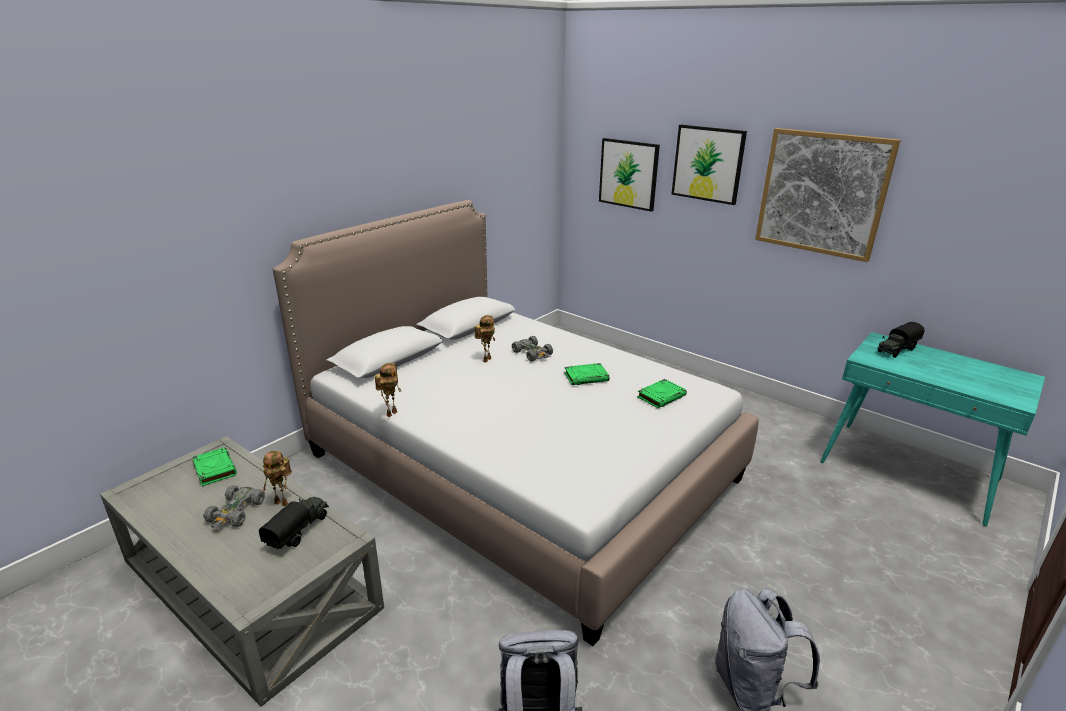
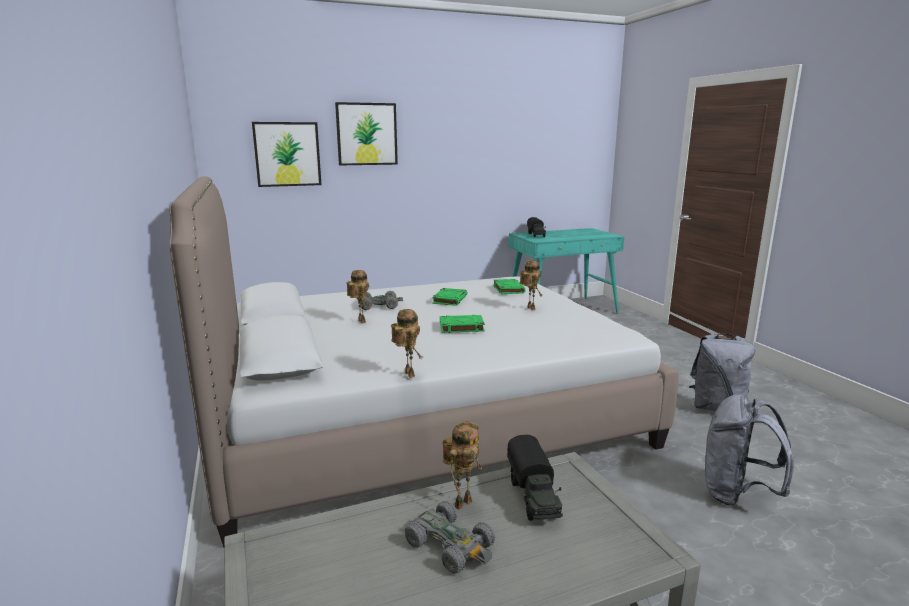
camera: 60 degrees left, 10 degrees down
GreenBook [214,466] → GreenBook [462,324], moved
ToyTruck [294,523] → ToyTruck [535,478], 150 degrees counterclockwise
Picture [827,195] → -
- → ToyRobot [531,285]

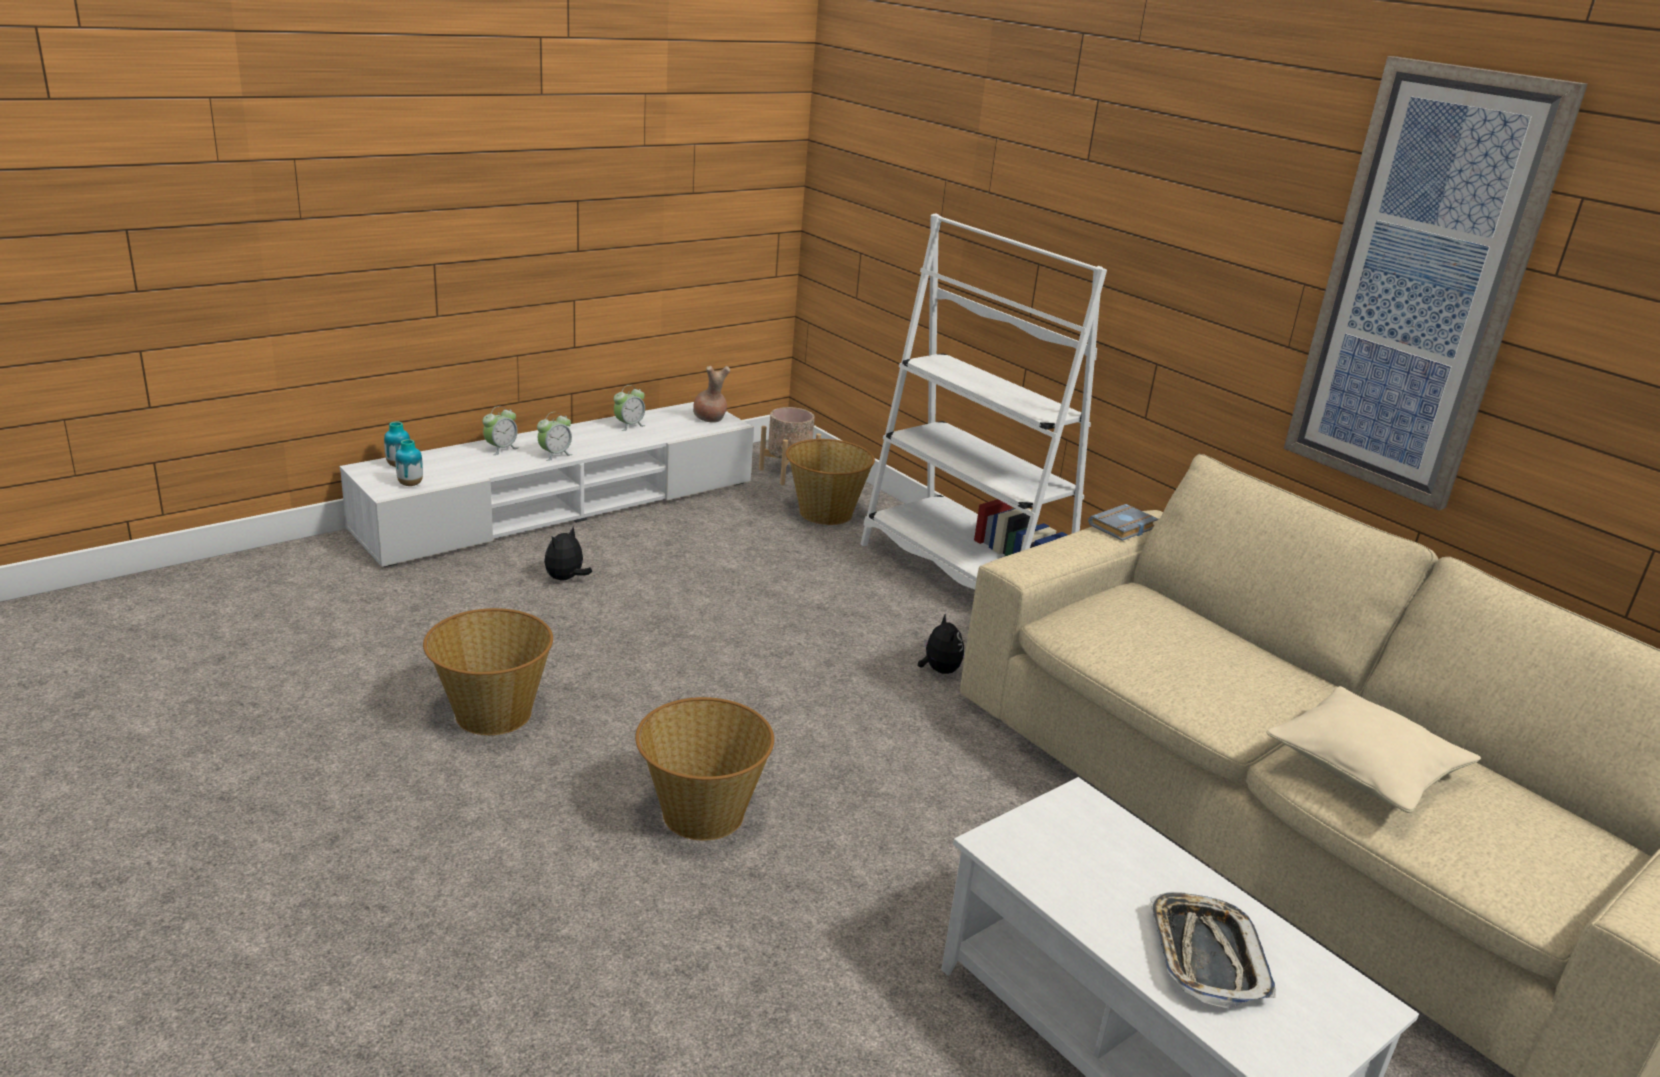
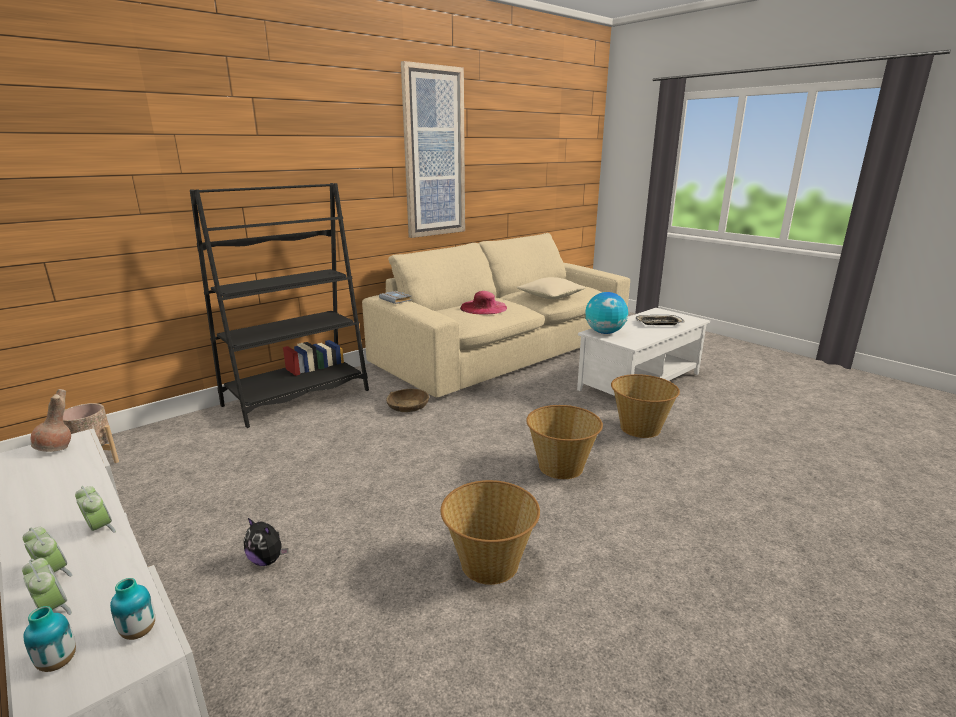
camera: 90 degrees left, 5 degrees down
AlarmClock [630,408] → AlarmClock [47,586], moved
Basket [830,482] → Basket [645,406], moved
WhiteBookcase [984,401] → BlackBookcase [279,305]
PlushToy [941,643] → BrownBowl [407,400]
- → PinkHat [483,303]
- → Globe [606,313]

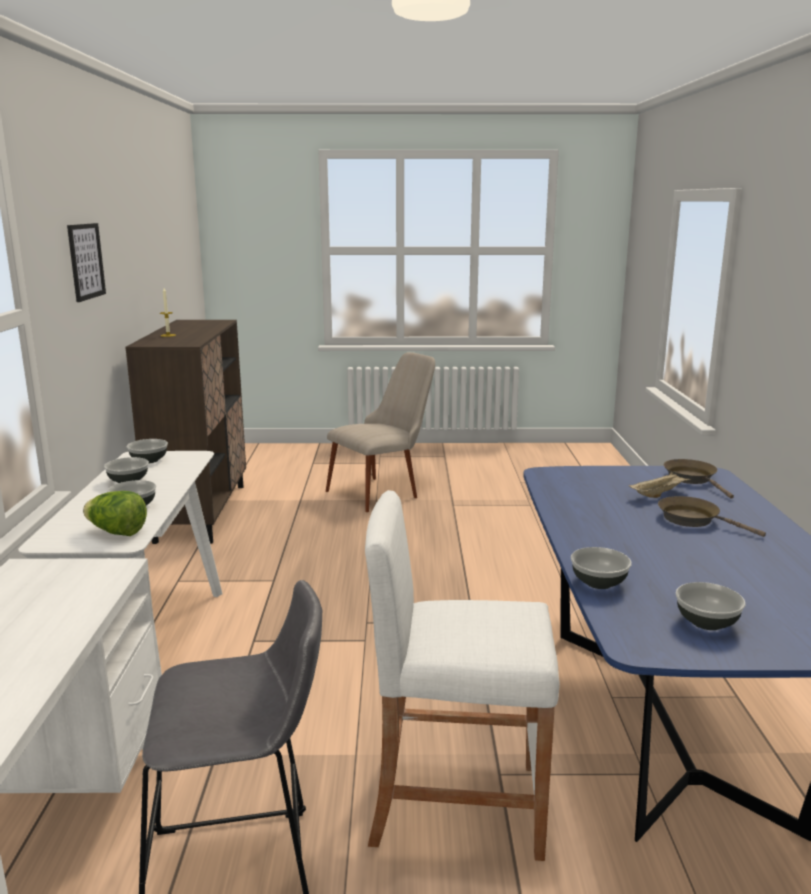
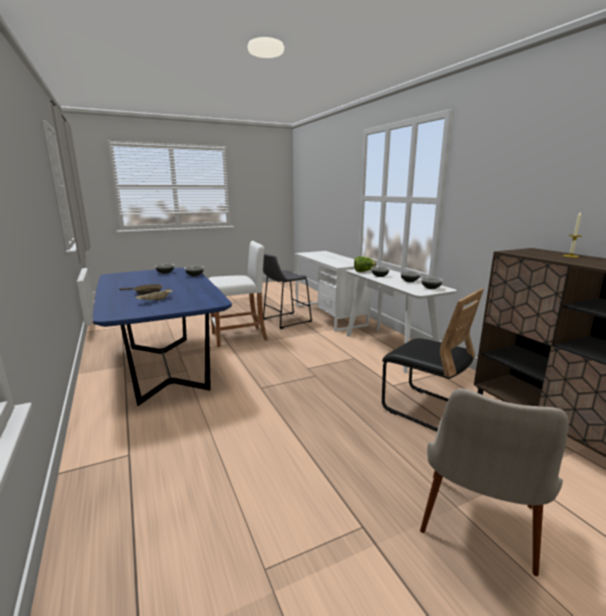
camera: 155 degrees right, 0 degrees up
Picture [86,262] → -
BrownFryingPan [699,479] → -
- → BlackChair [433,360]

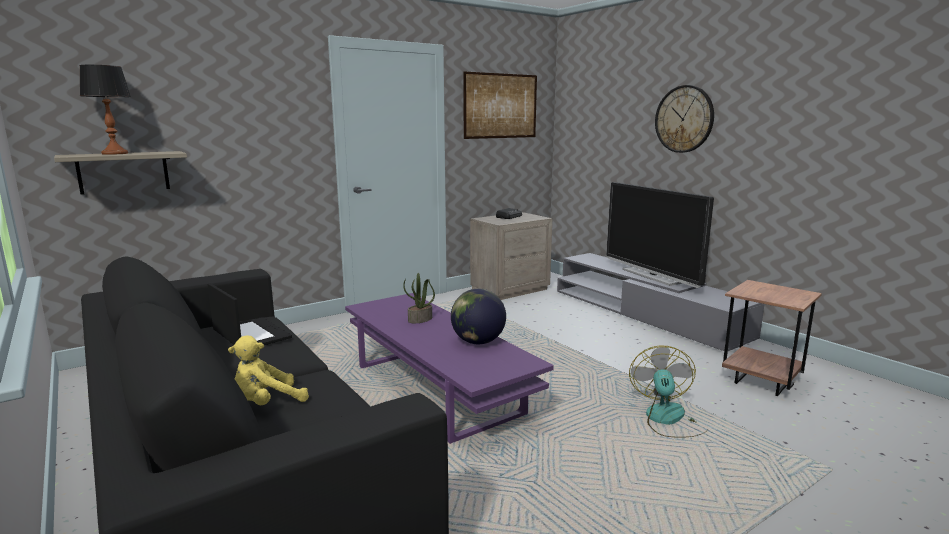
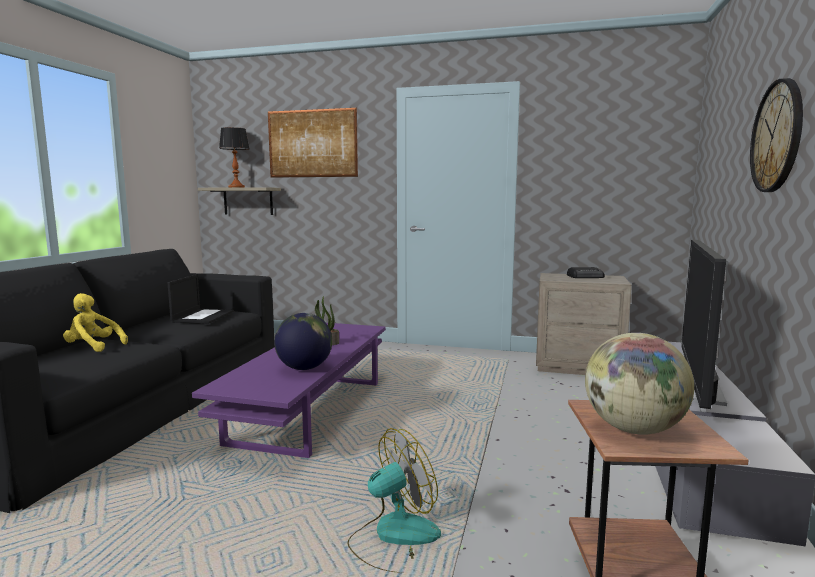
camera: 50 degrees right, 5 degrees down
Picture [500,105] → Picture [313,143], moved
- → Globe [639,384]

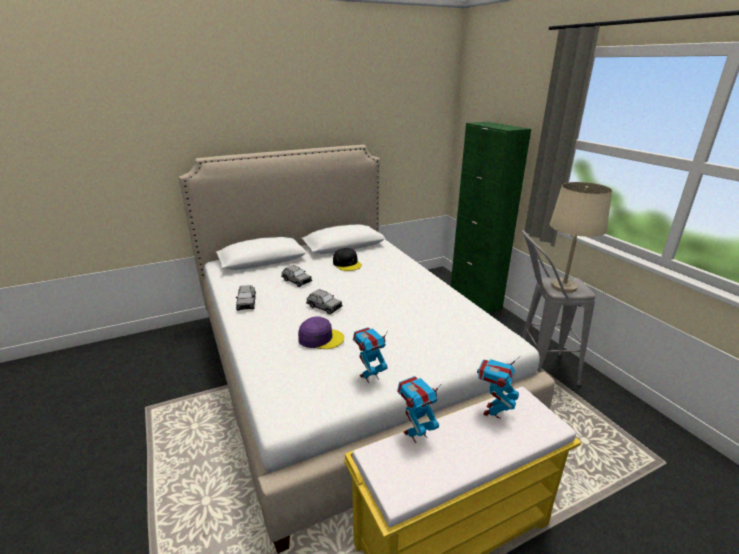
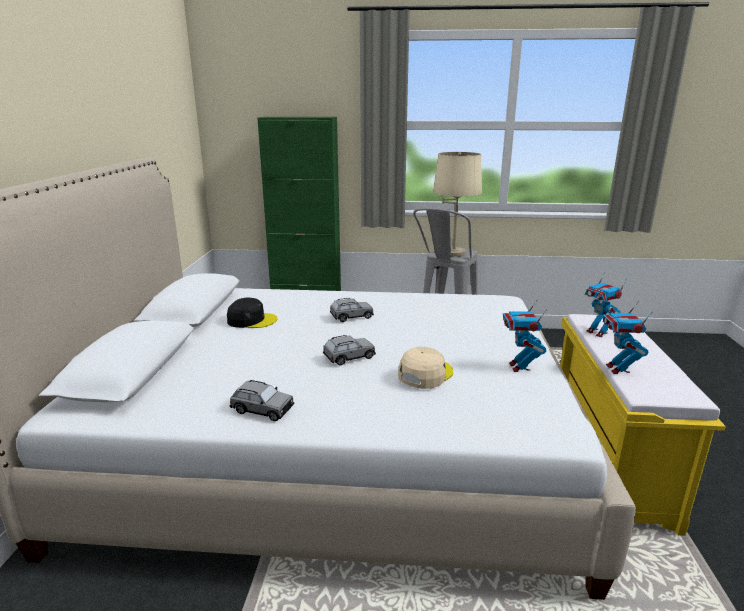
camera: 60 degrees left, 5 degrees down
GreyToyCar [296,276] → GreyToyCar [352,310], moved
PurpleCap [321,332] → BeigeCap [425,368]

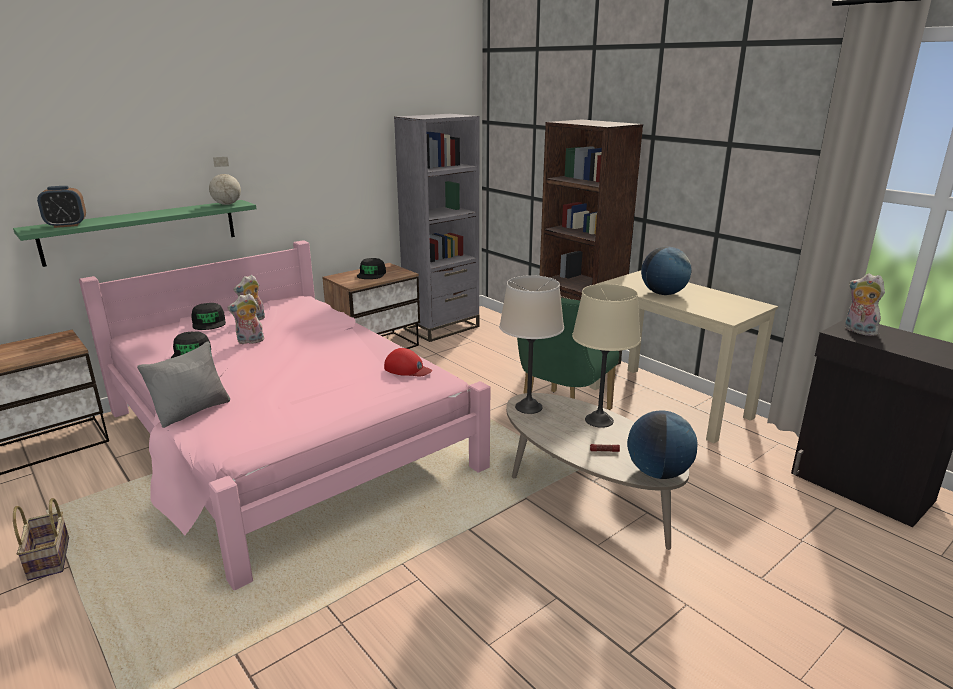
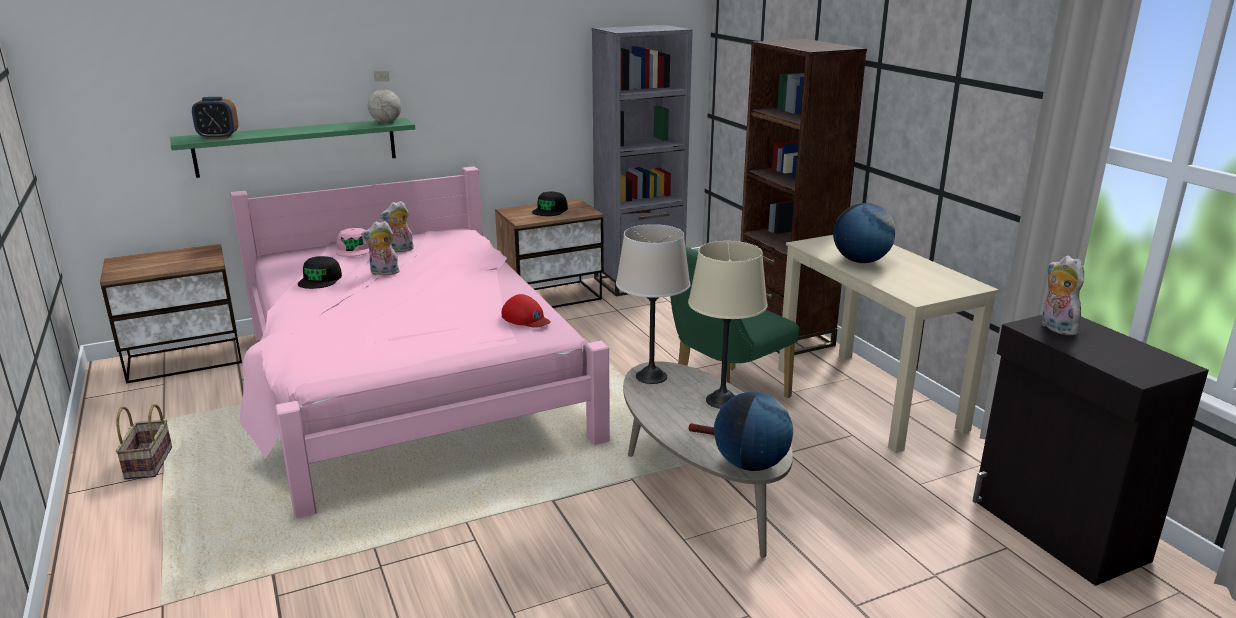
camera: 15 degrees right, 0 degrees up
GreyPillow [183,384] → -
BlackCap [208,316] → PinkCap [352,242]

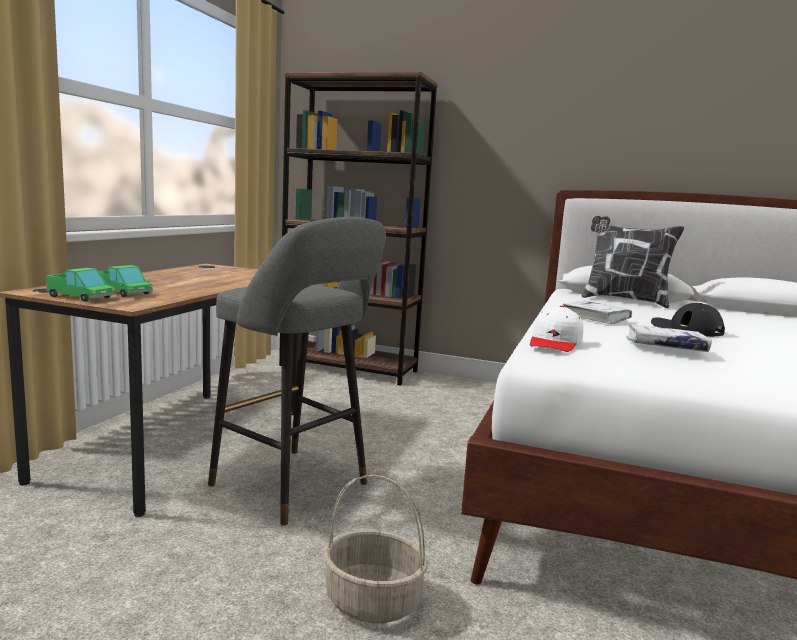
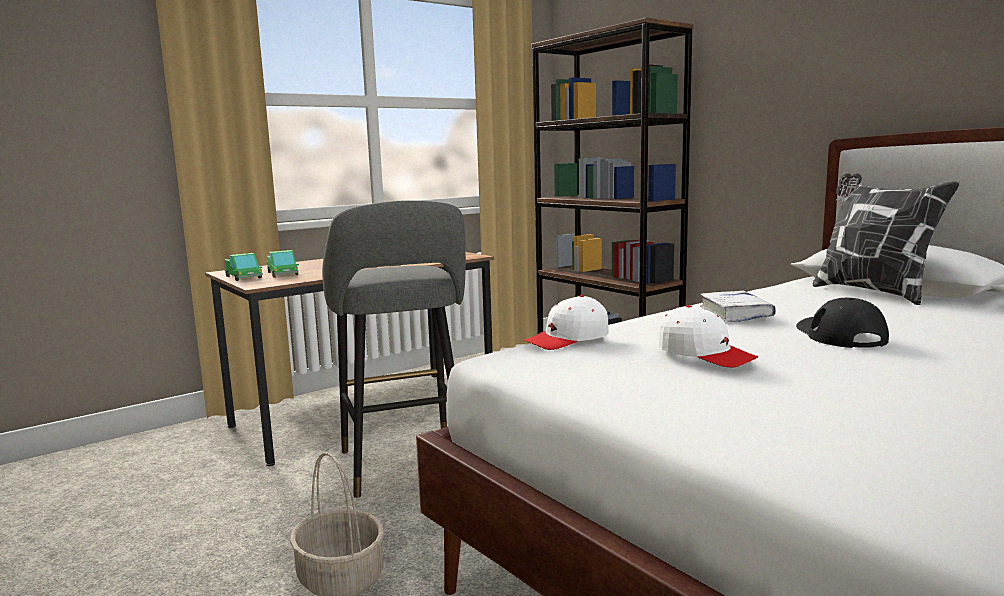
camera: 35 degrees right, 0 degrees up
WhiteBook [669,338] → WhiteCap [708,336]

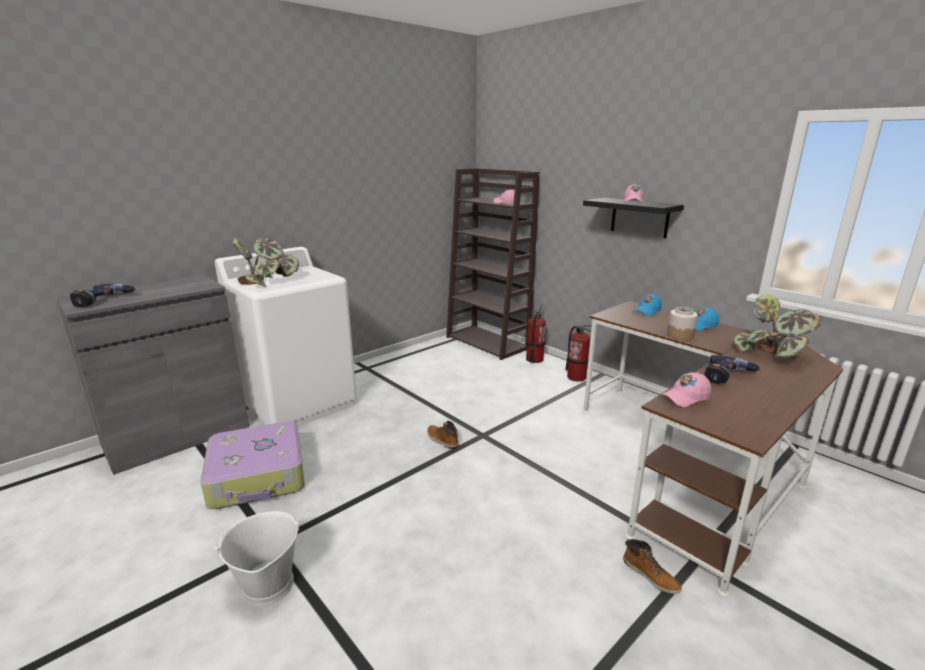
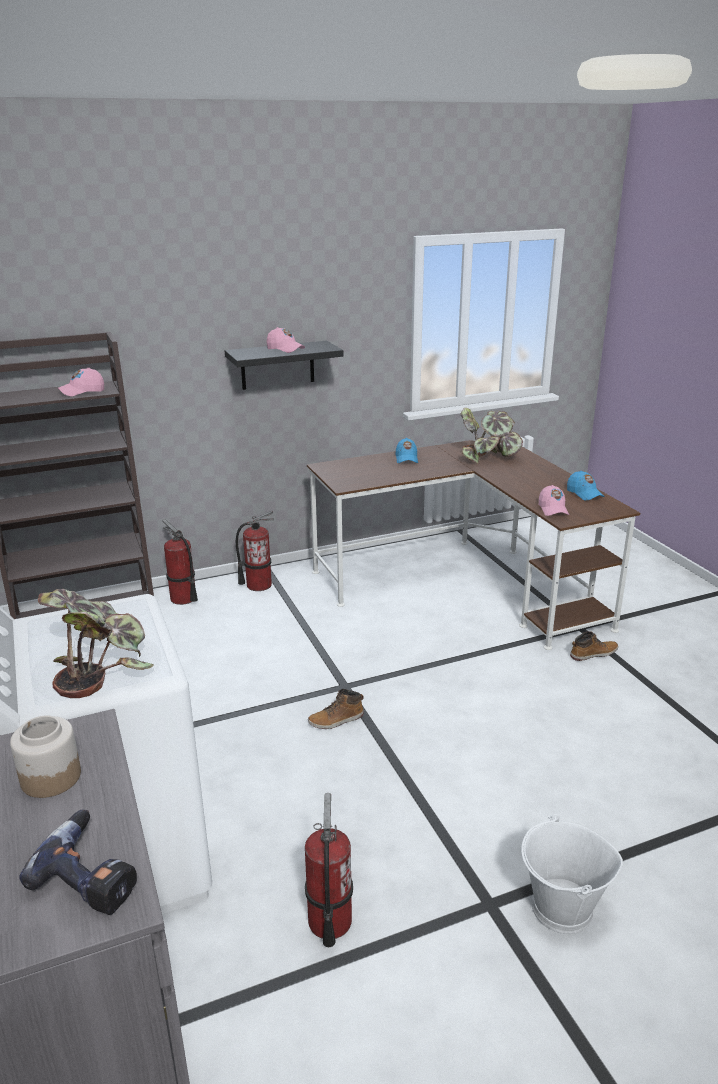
camera: 70 degrees left, 5 degrees up
Suitcase [252,465] → FireExtinguisher [329,870]
BlueCap [647,305] → BlueCap [585,485], moved
Jar [682,323] → Jar [45,756], moved
PowerDrill [732,369] → -

